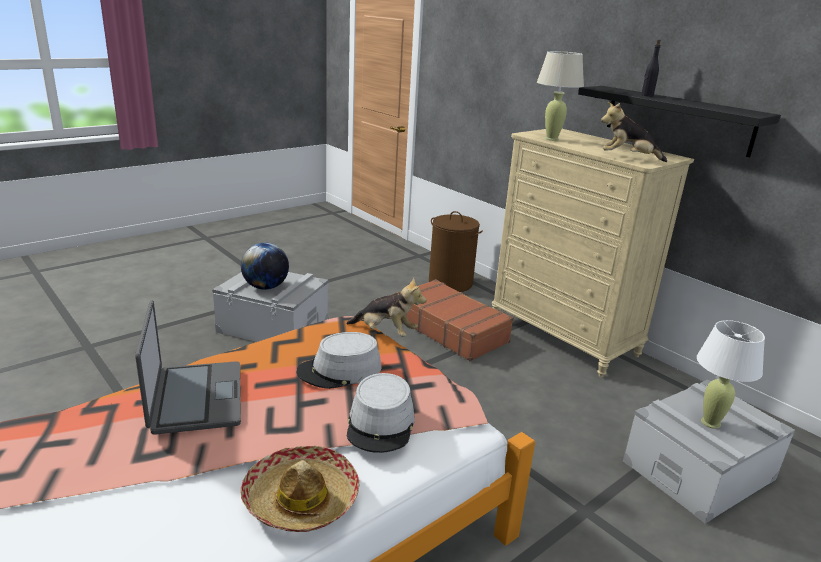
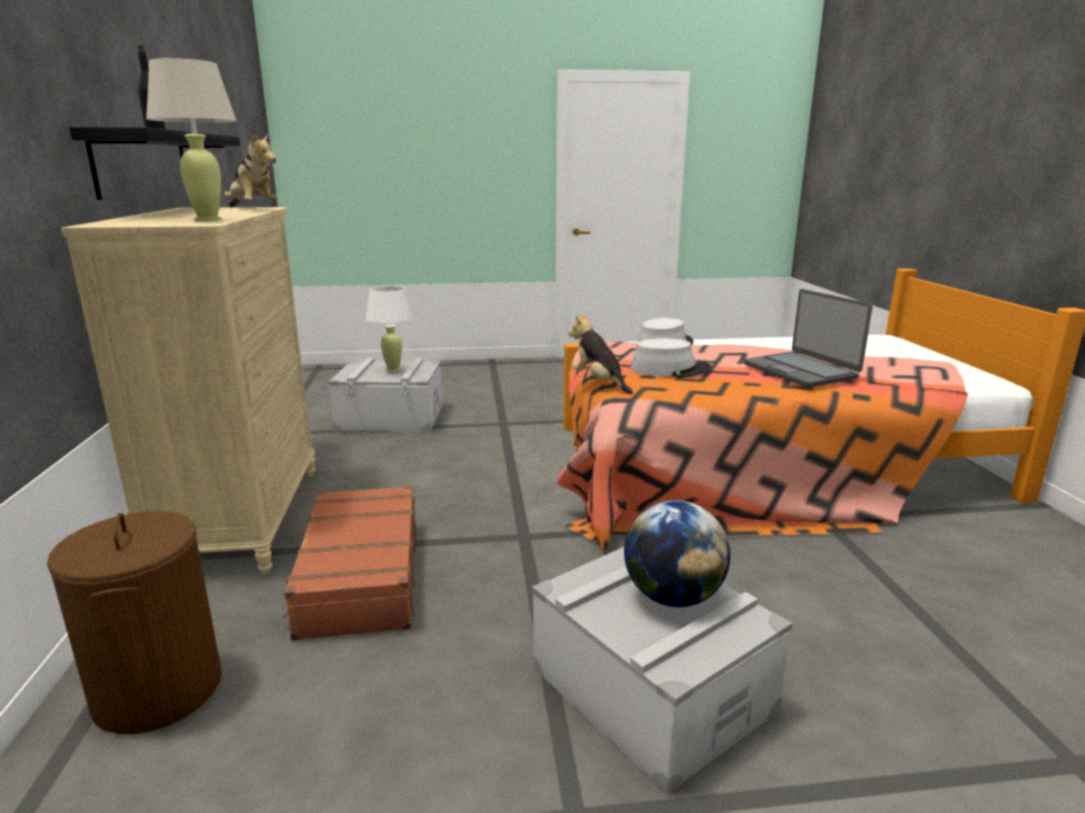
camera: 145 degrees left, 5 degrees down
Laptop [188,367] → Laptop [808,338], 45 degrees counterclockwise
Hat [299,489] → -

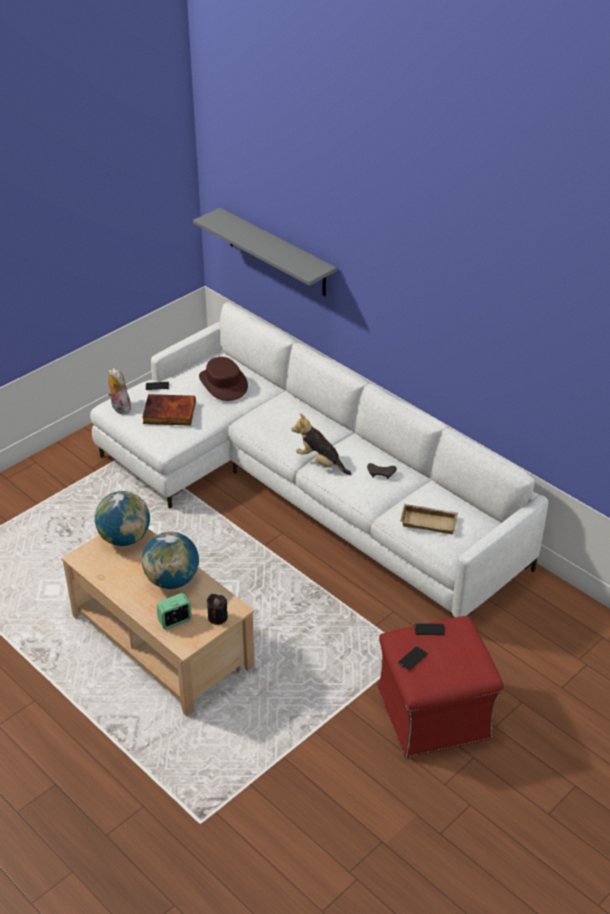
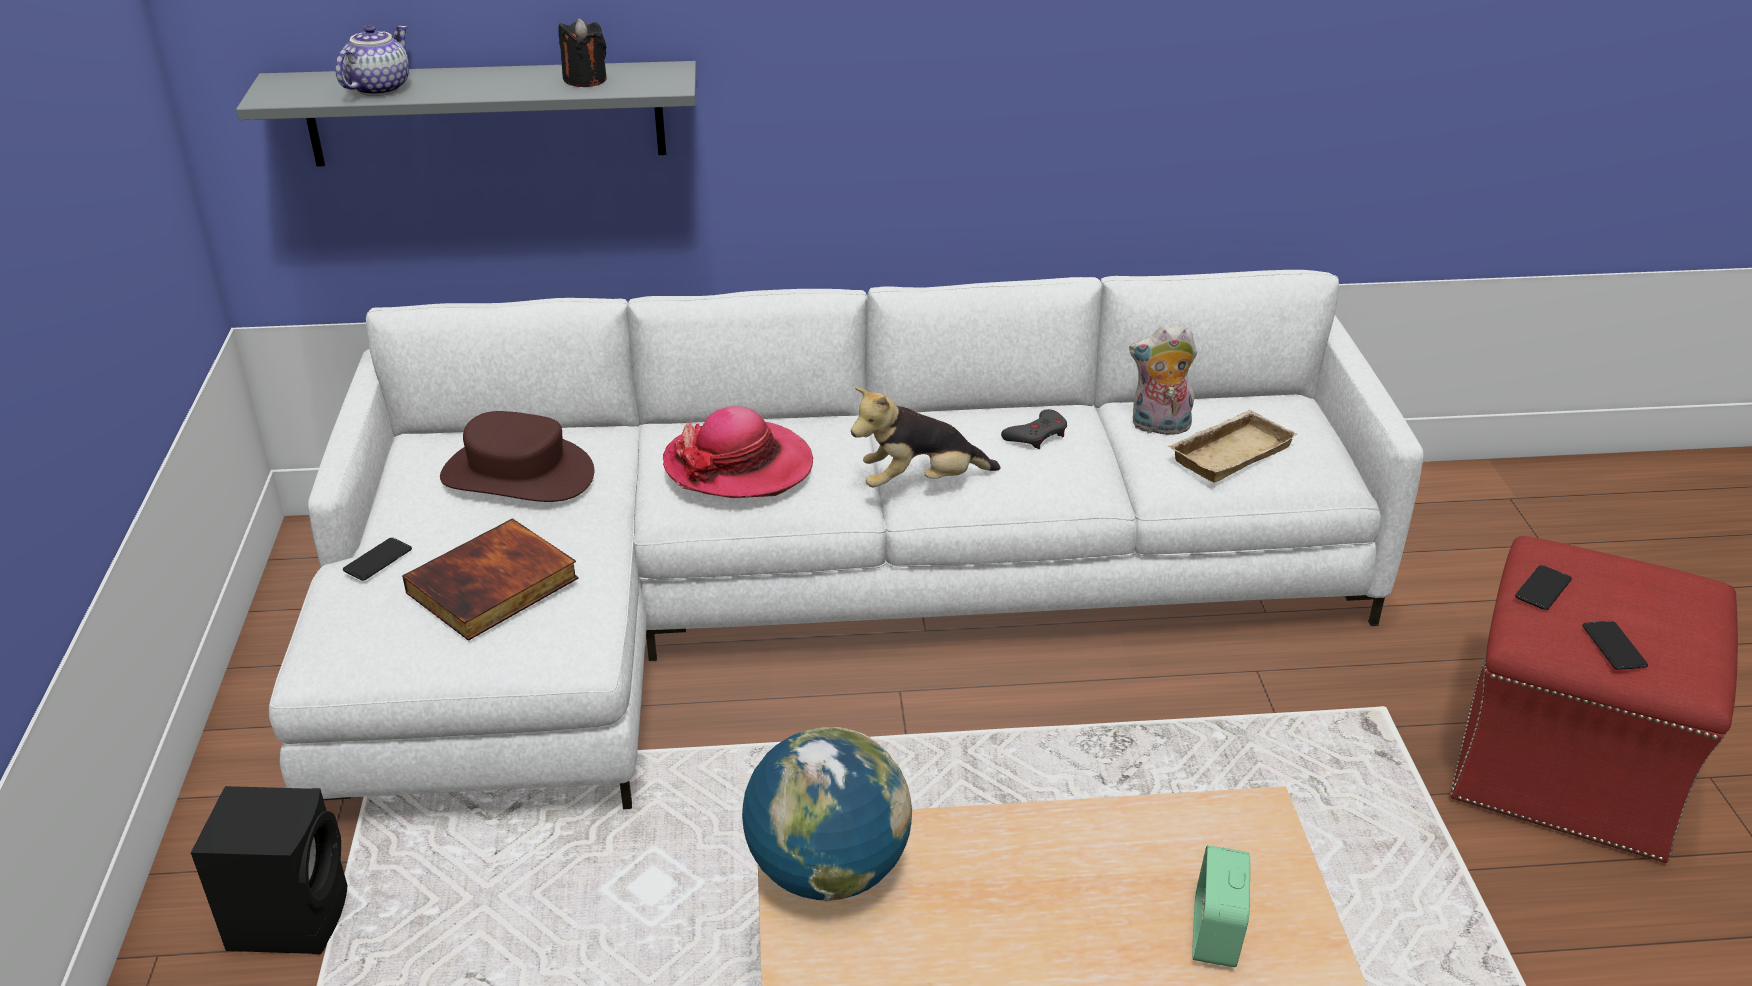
camera: 50 degrees left, 5 degrees down
PlushToy [120,391] → PlushToy [1163,380], moved
Globe [170,560] → -
BlackCandle [217,609] → BlackCandle [583,52], moved
- → BlackSpeaker [269,870]
- → Teapot [372,60]
- → Hat [738,452]

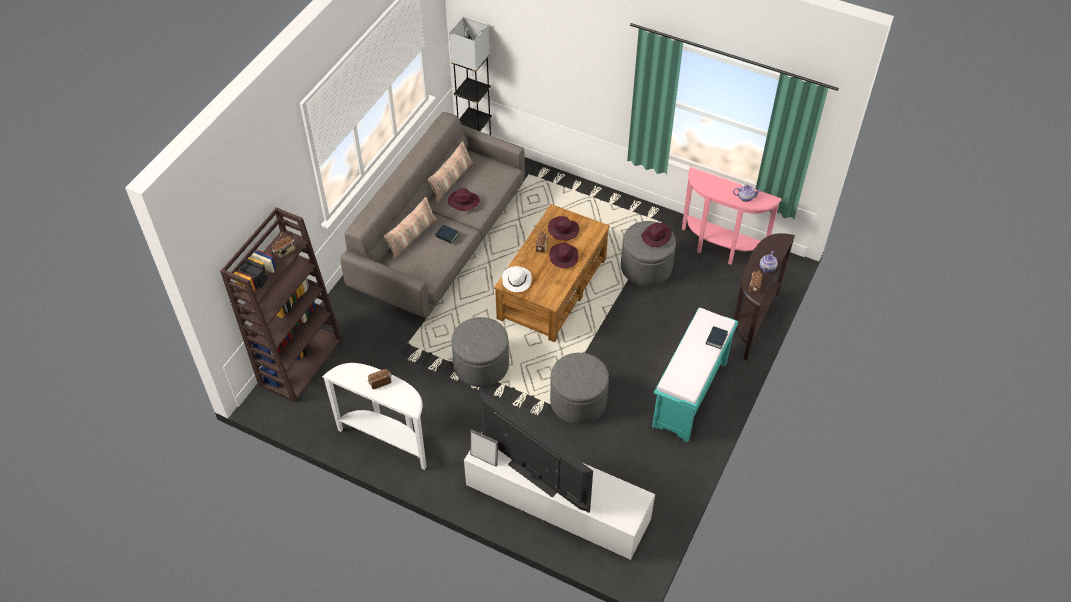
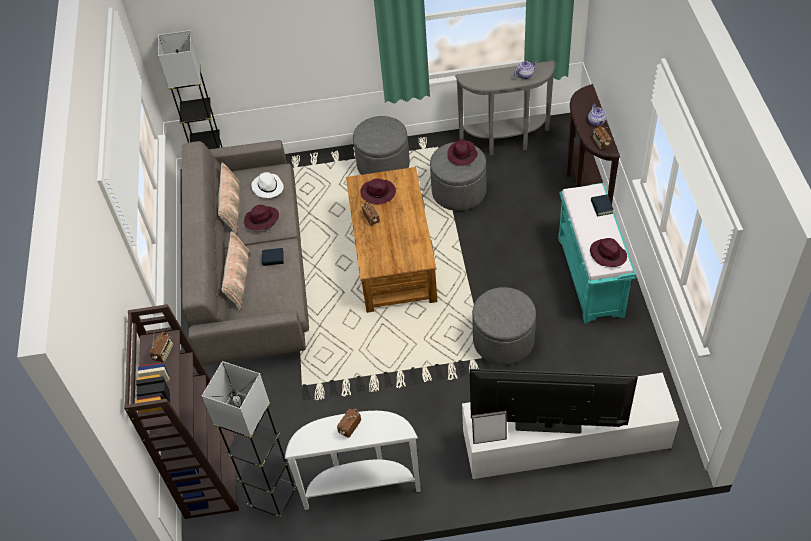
camera: 30 degrees left, 0 degrees up
GreyOttoman [480,352] → GreyOttoman [381,145], moved
WhiteHat [517,279] → WhiteHat [267,185], moved
PurpleHat [563,255] → PurpleHat [608,252], moved
PinkConsoleTable [732,216] → GreyConsoleTable [505,108]
- → GreyFloorLamp [249,439]

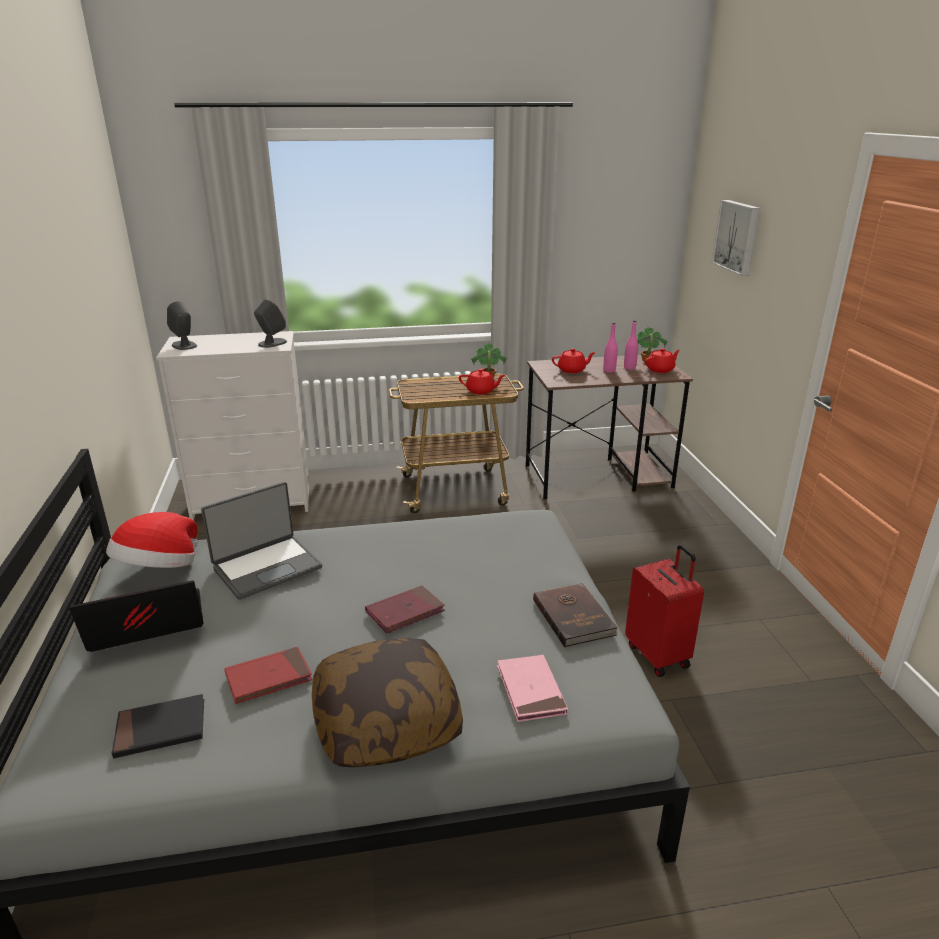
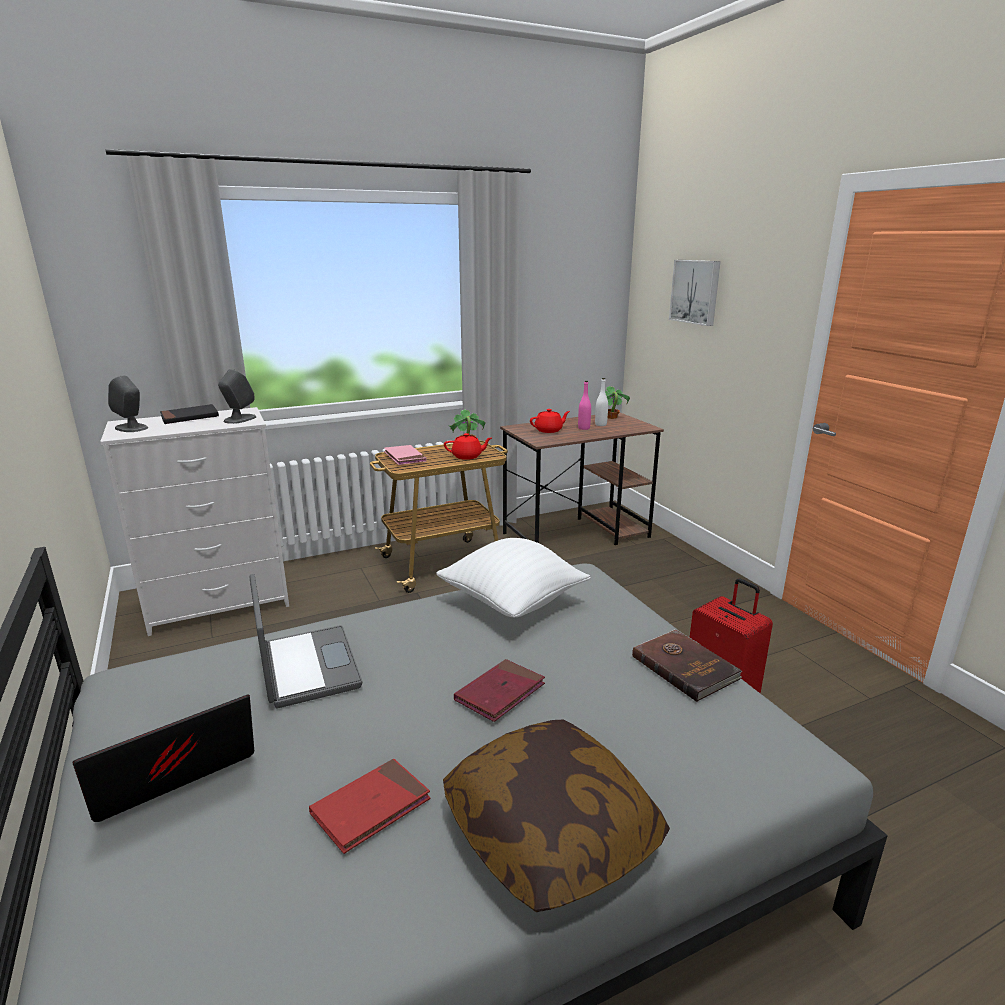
camera: 15 degrees left, 5 degrees down
Hat [152,540] → -
BlackBook [158,726] → BlackBook [189,414], moved
Laptop [261,541] → Laptop [306,641], 60 degrees counterclockwise
PinkBook [532,688] → PinkBook [405,455], moved
PinkBottle [631,345] → WhiteBottle [601,402]
RedTeapot [662,360] → -
- → WhitePillow [513,577]

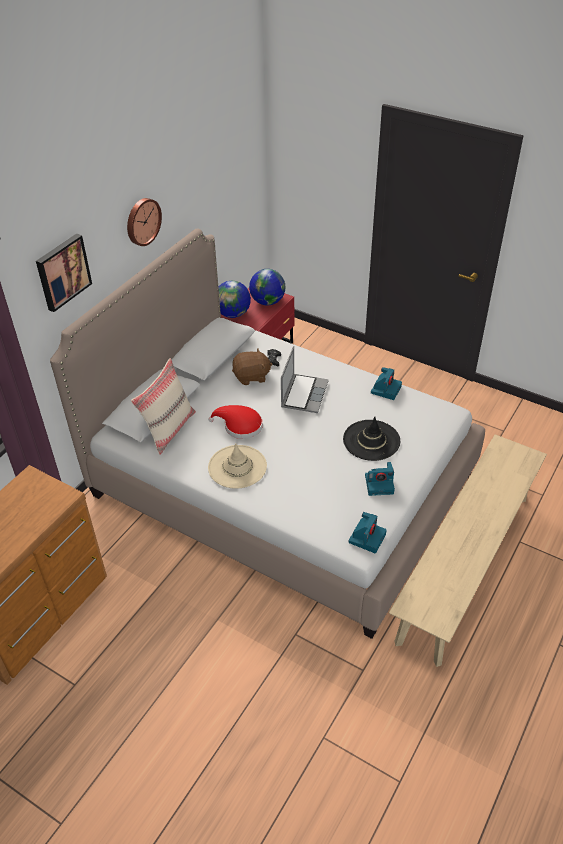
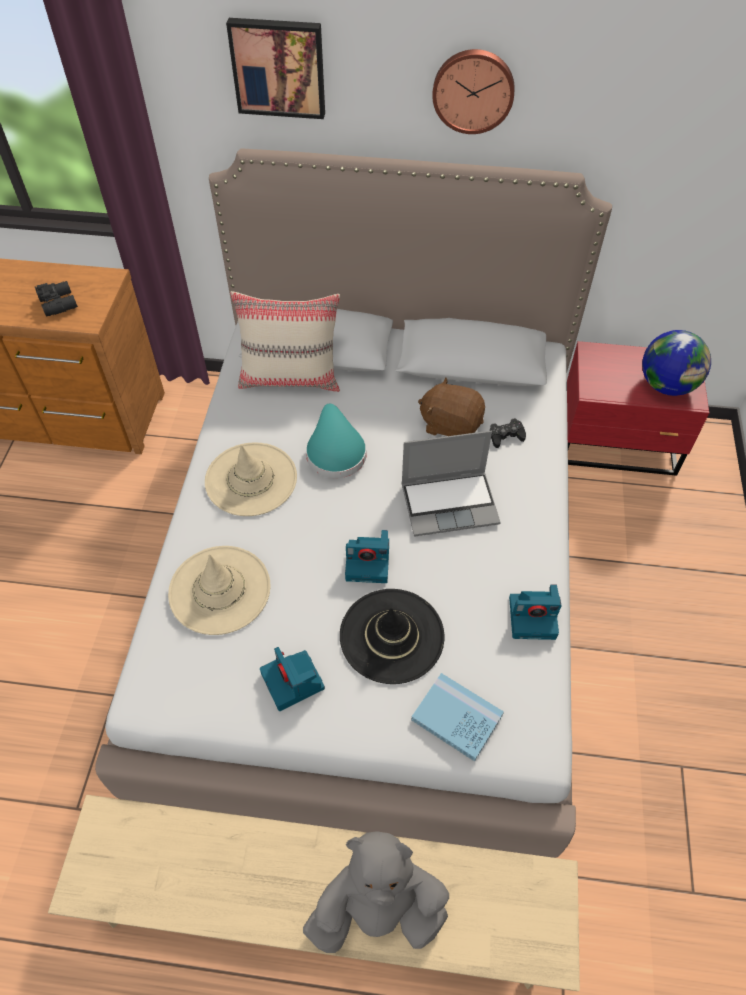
camera: 65 degrees right, 10 degrees up
RedHat [235,422] → TurquoiseHat [336,440]
Globe [234,299] → -
BrownPlushToy [252,366] → BrownPlushToy [451,406], 150 degrees clockwise
PhotoCamera [367,533] → PhotoCamera [367,556], moved
- → BlackBinoculars [56,299]
- → BeigeHat [219,590]
- → GreyPlushToy [376,892]
- → BlueBook [457,717]

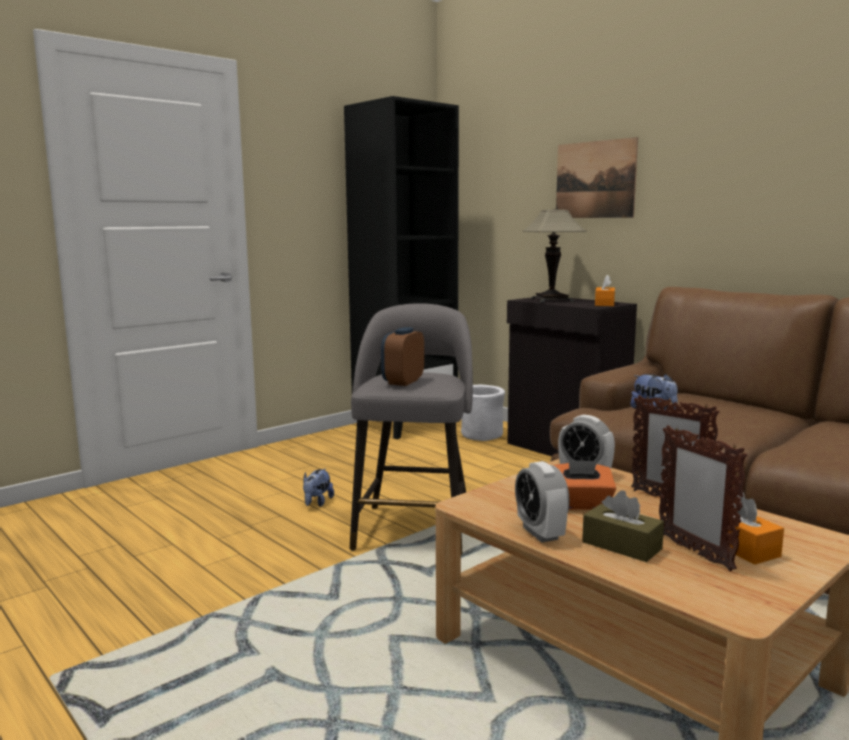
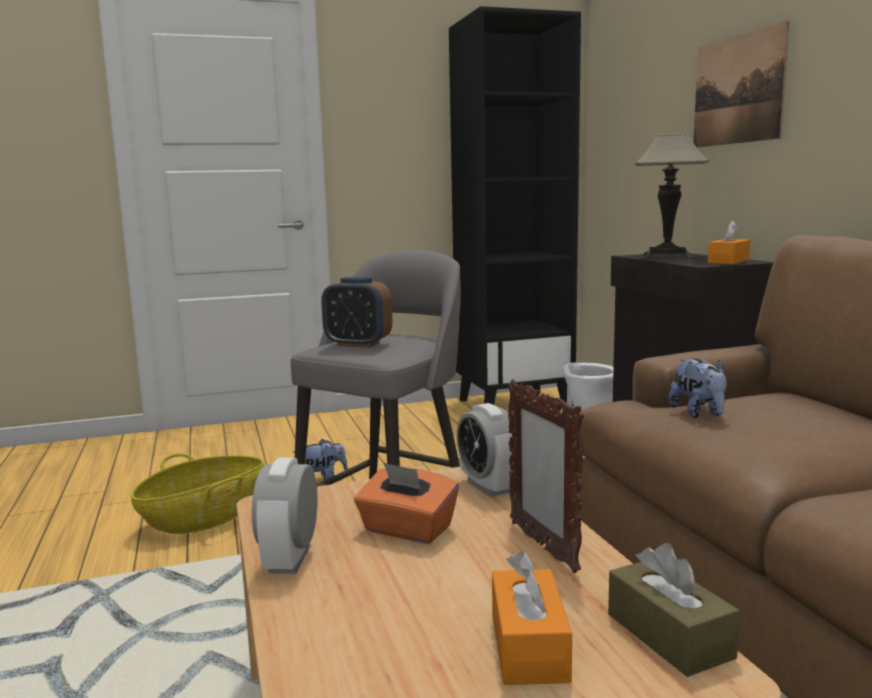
camera: 25 degrees right, 0 degrees up
PlushToy [318,487] → PlushToy [320,459], 150 degrees counterclockwise
AlarmClock [402,356] → AlarmClock [356,312], 120 degrees counterclockwise
BrownTissueBox [623,526] → BrownTissueBox [674,610], moved
PictureFrame [703,498] → -
- → Basket [198,493]

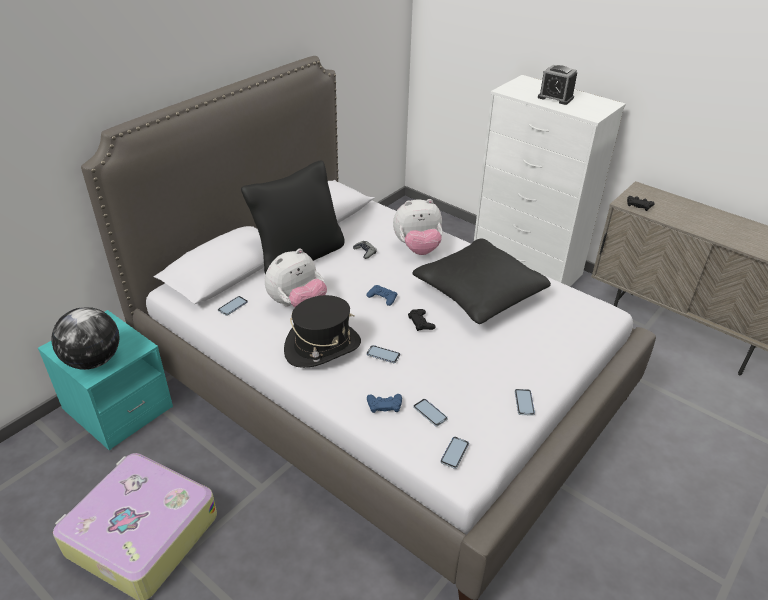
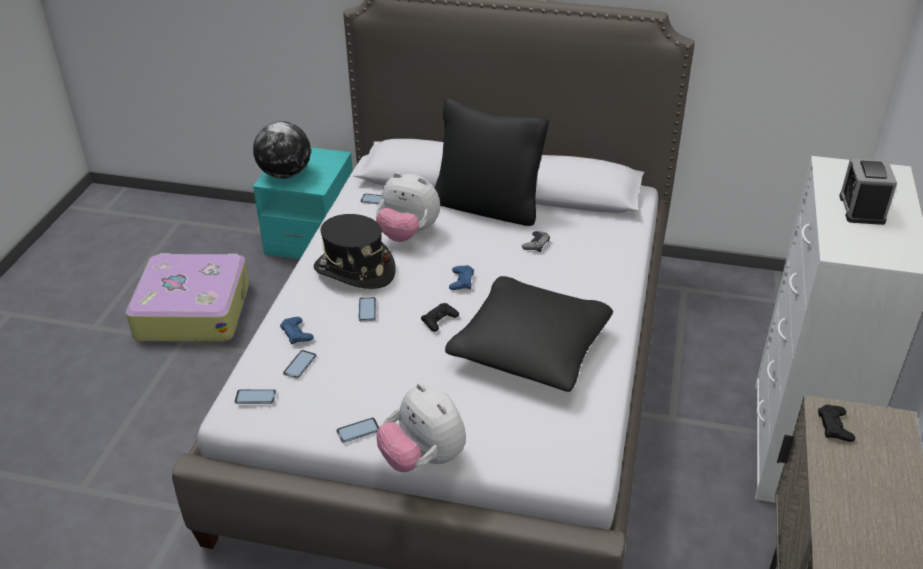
camera: 65 degrees right, 0 degrees up
PlushToy [418,227] → PlushToy [421,427], moved

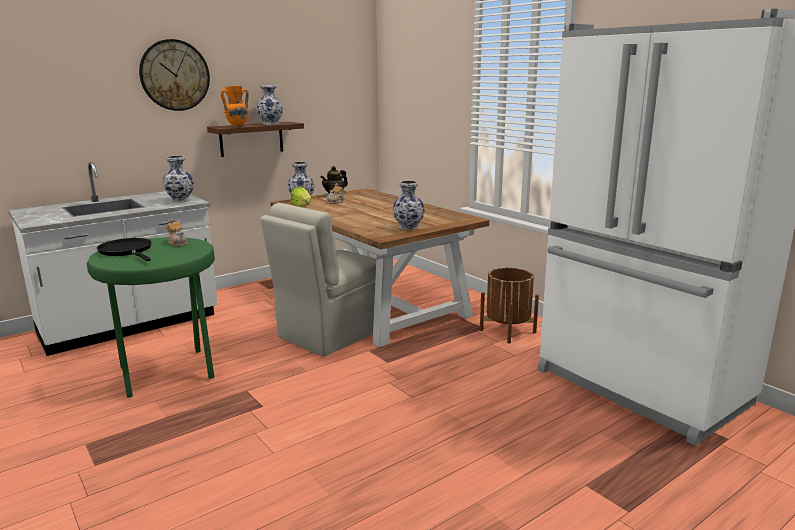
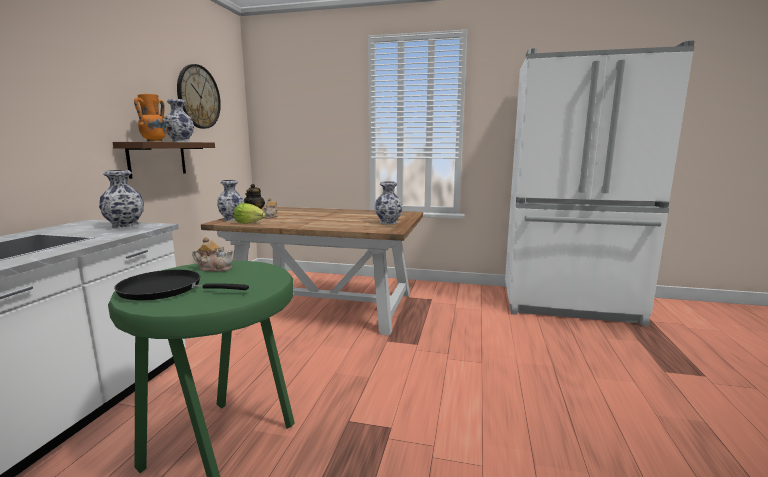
camera: 40 degrees left, 5 degrees down
WallClock [174,75] → WallClock [199,96], moved
BeigeChair [318,280] → -
BrownPlanter [509,305] → -

